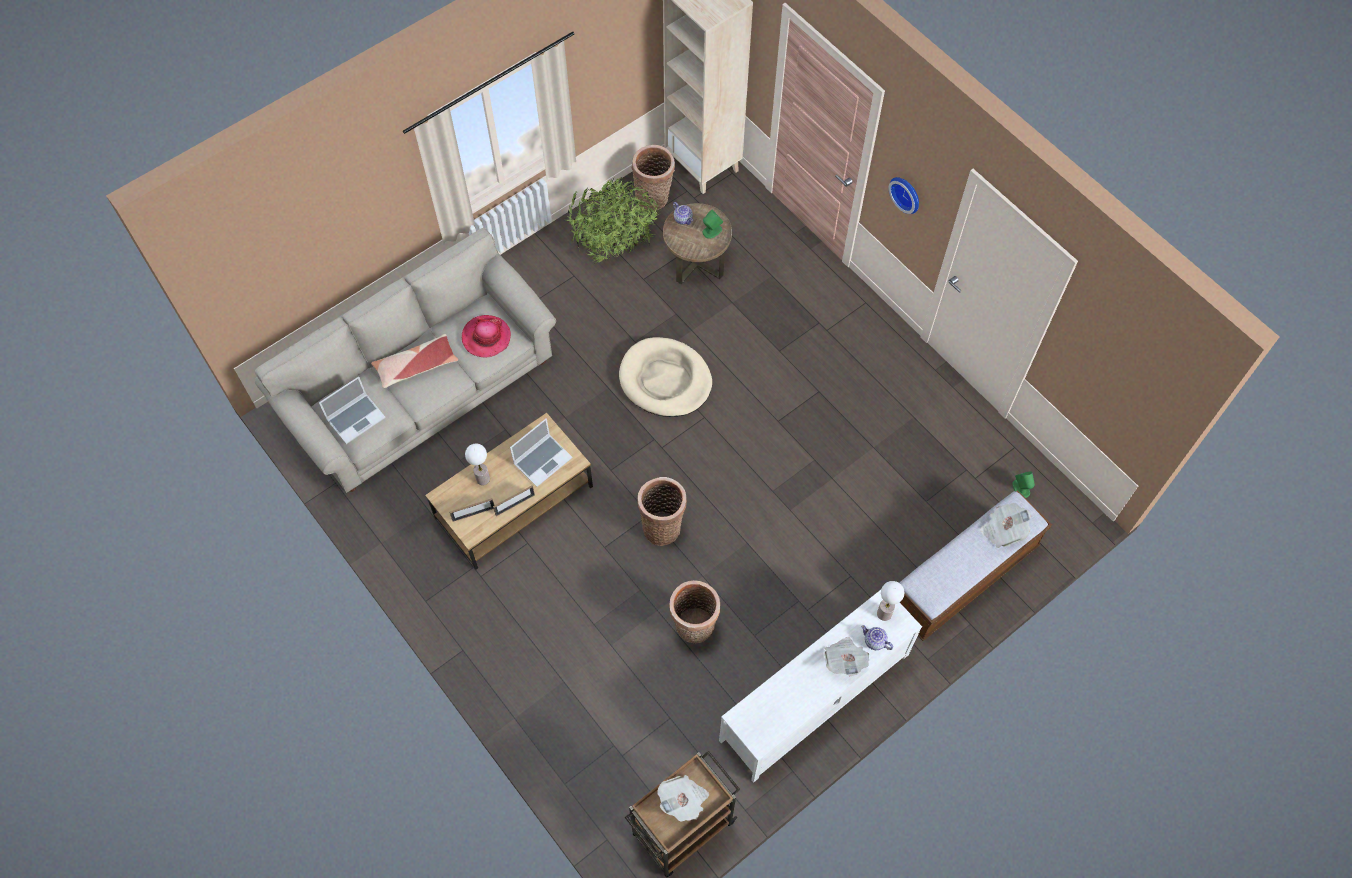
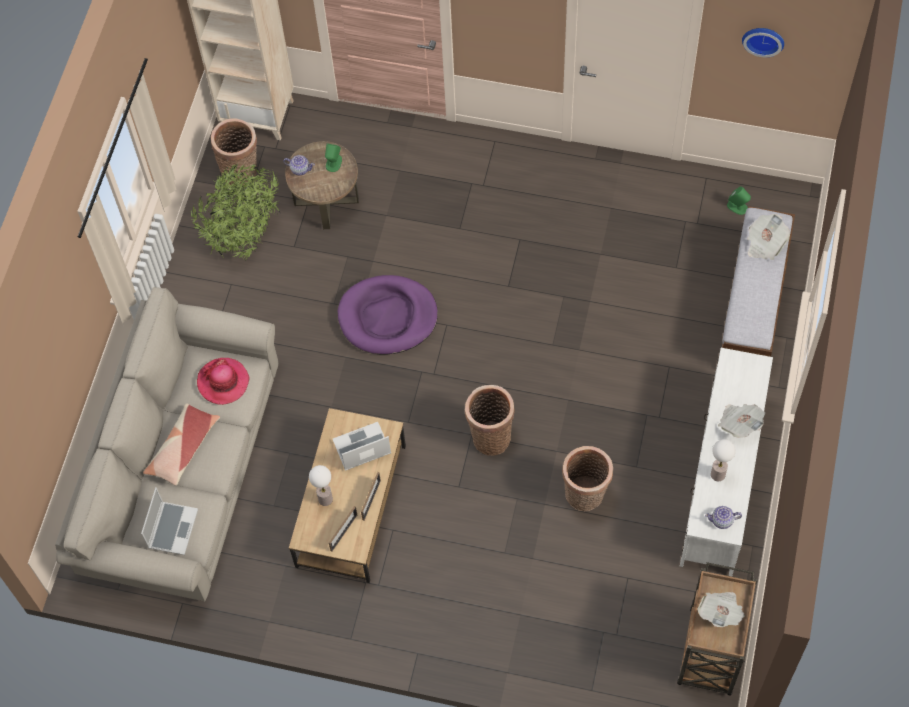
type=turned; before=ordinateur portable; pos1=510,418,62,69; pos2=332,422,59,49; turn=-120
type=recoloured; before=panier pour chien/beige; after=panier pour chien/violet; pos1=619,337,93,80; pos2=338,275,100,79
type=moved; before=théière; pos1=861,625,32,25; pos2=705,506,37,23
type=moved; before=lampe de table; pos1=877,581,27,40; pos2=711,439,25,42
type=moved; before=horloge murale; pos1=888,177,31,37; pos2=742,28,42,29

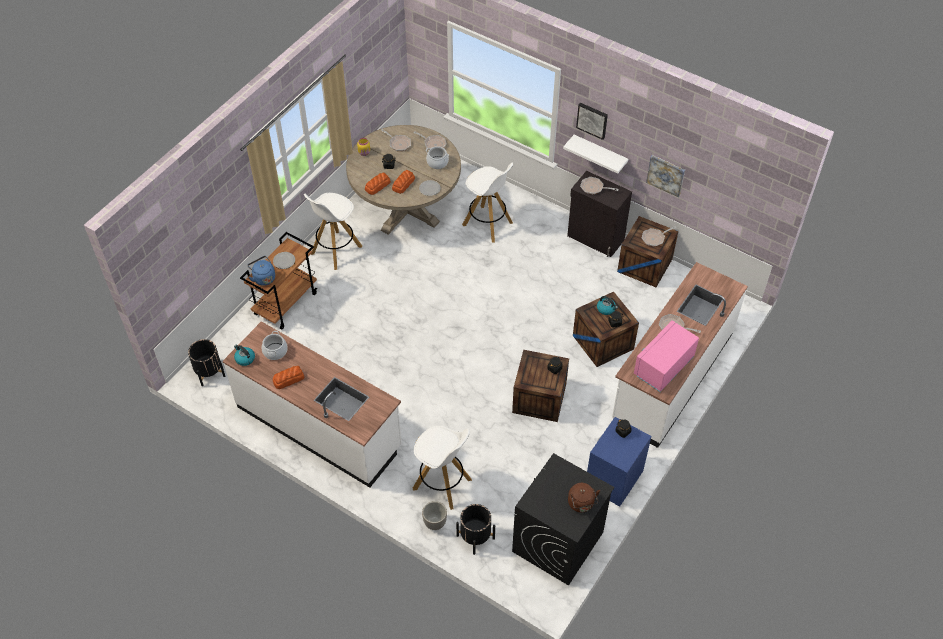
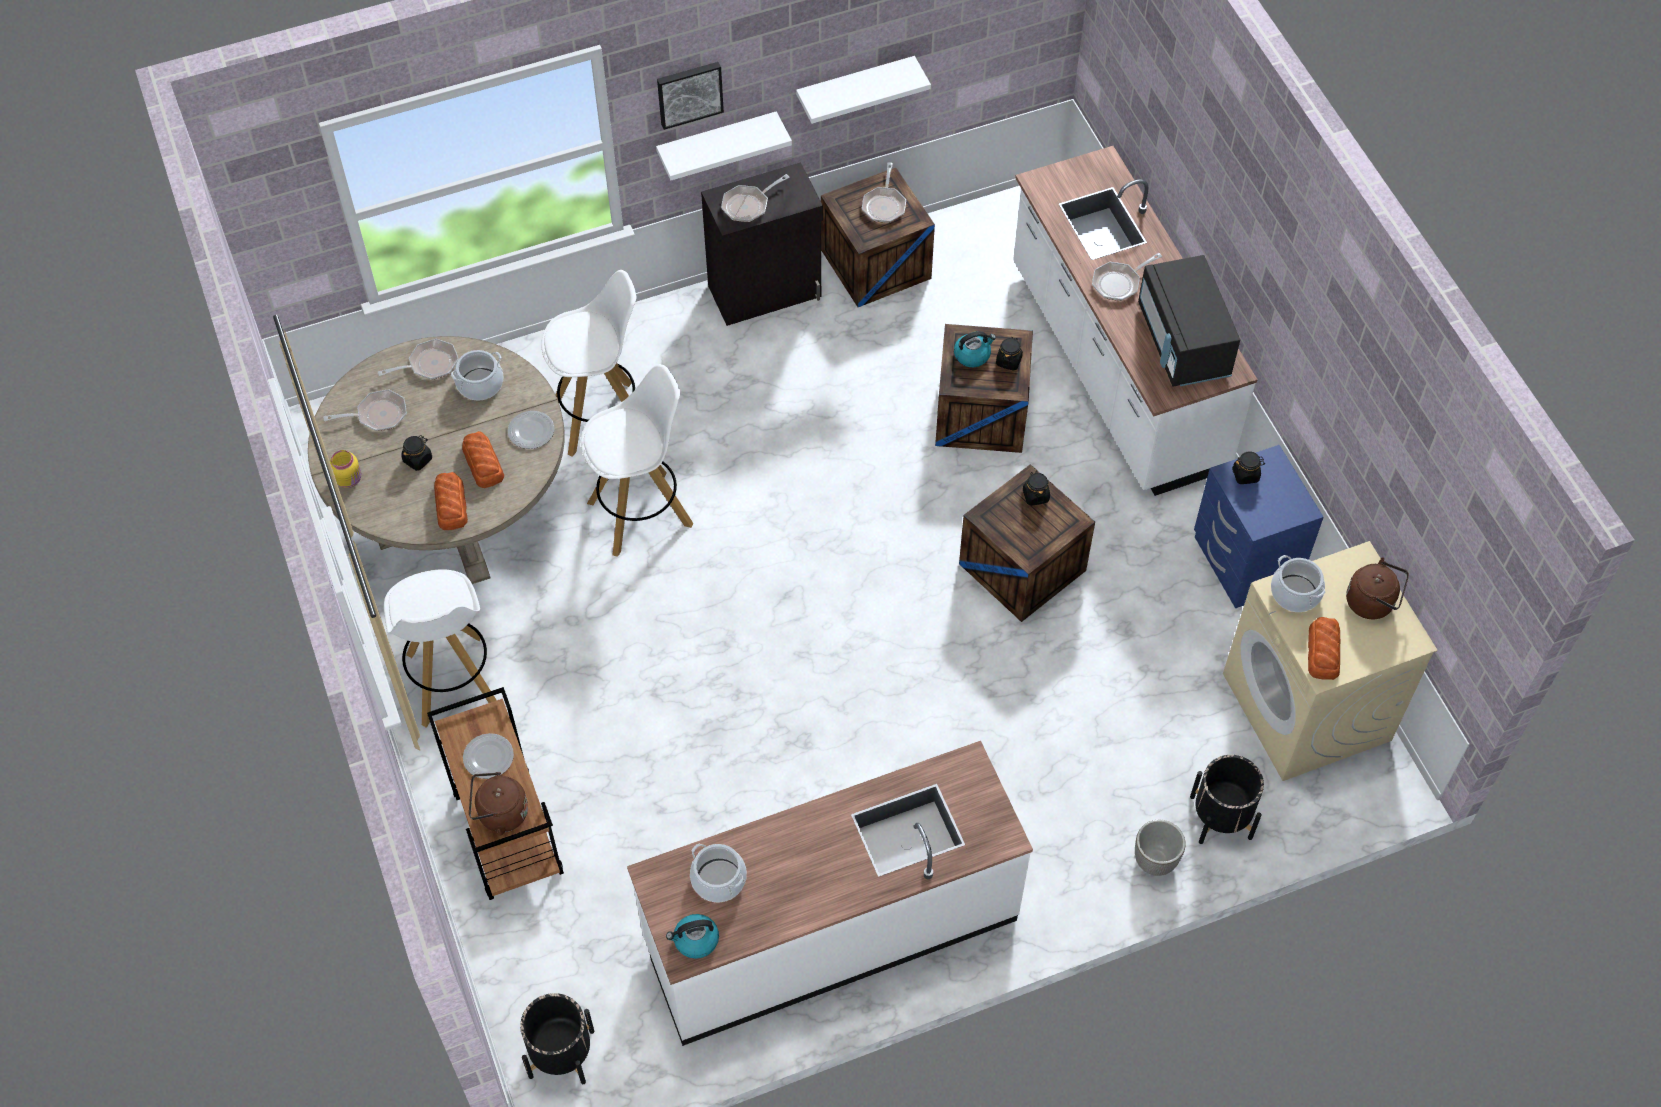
type=recoloured; before=bouilloire/bleu; after=bouilloire/marron; pos1=247,256,28,30; pos2=469,772,59,64
type=moved; before=tabouret/blanc; pos1=413,426,59,84; pos2=581,364,113,193
type=replaced; before=tableau; after=étagère/blanc; pos1=646,155,39,42; pos2=796,56,135,68
type=recoloured; before=micro-ondes/rose; after=micro-ondes/noir; pos1=634,320,65,72; pos2=1138,255,102,131
type=recoloured; before=lave-linge/noir; after=lave-linge/beige; pos1=512,453,103,133; pos2=1223,541,215,240
type=added; after=marmite; pos2=1271,555,55,57
type=moved; before=pain; pos1=273,366,32,23; pos2=1308,617,32,63

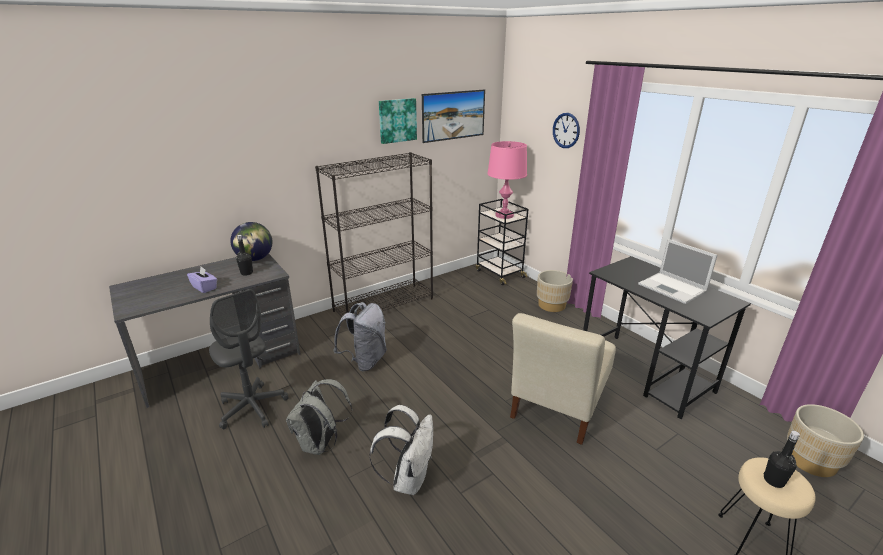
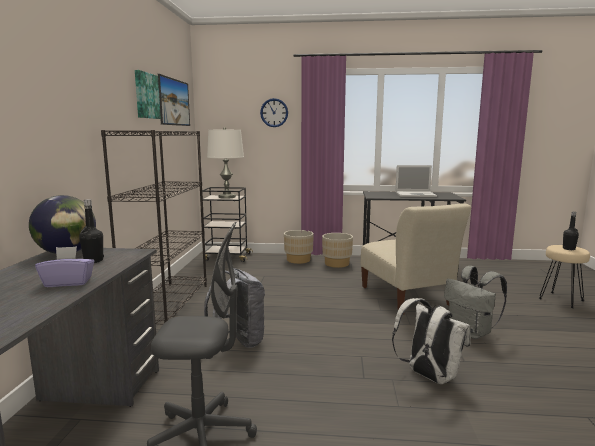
type=recoloured; before=lampe de table/rose; after=lampe de table/blanc; pos1=487,141,40,78; pos2=207,127,37,72
type=moved; before=cache-pot/beige; pos1=787,404,77,73; pos2=322,233,31,35
type=moved; before=sac à dos/gris; pos1=286,379,66,76; pos2=444,266,63,73

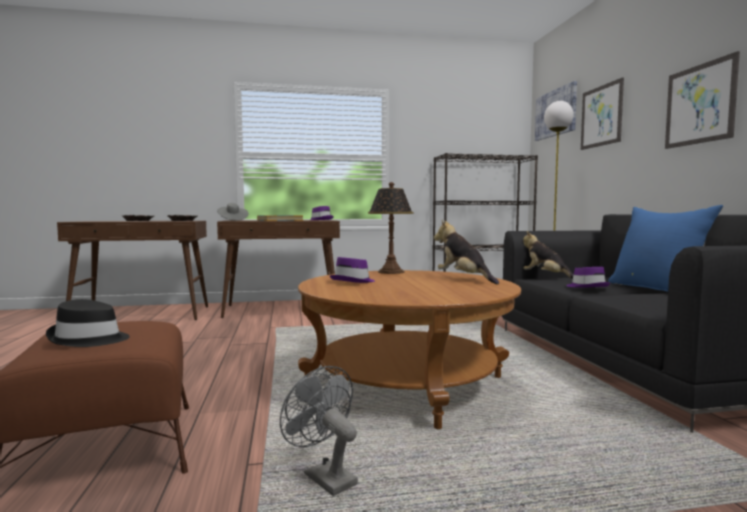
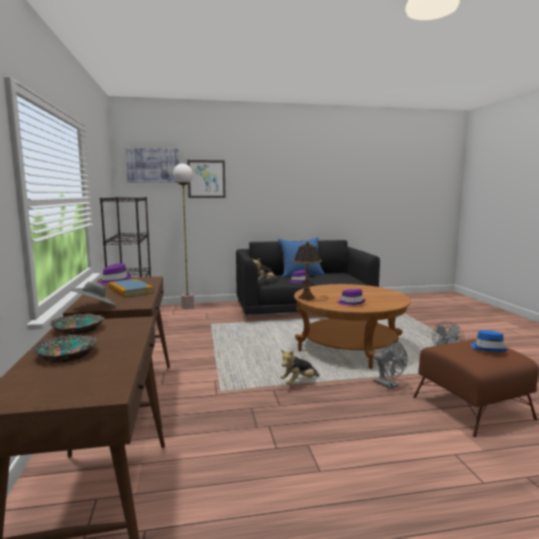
type=moved; before=peluche; pos1=434,220,65,64; pos2=280,350,40,35
type=added; after=ventilateur/gris; pos2=373,341,34,48
type=recoloured; before=chapeau/noir; after=chapeau/bleu; pos1=46,299,84,48; pos2=470,330,38,22
type=removed; before=tableau; pos1=665,51,75,98

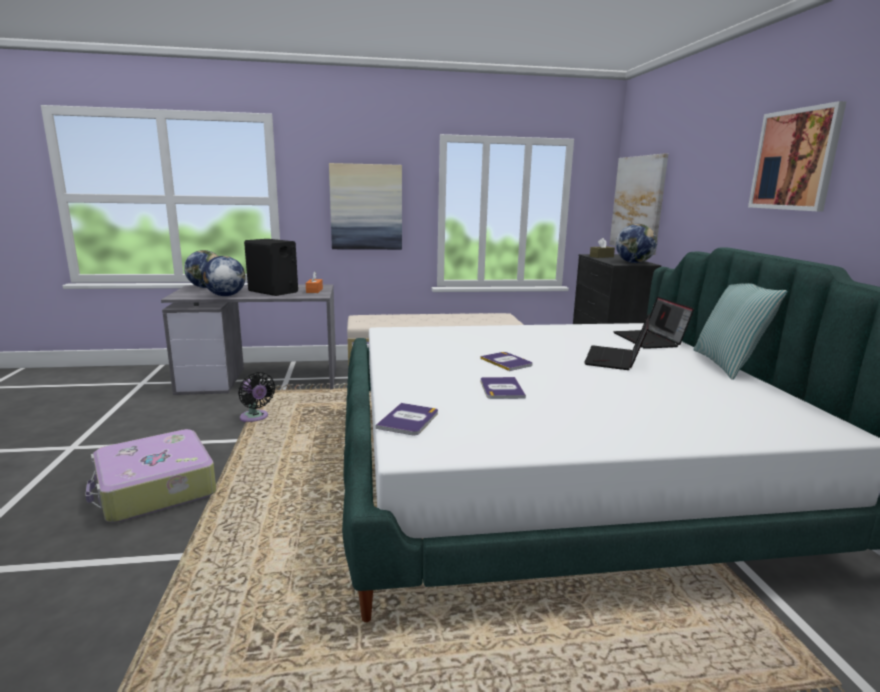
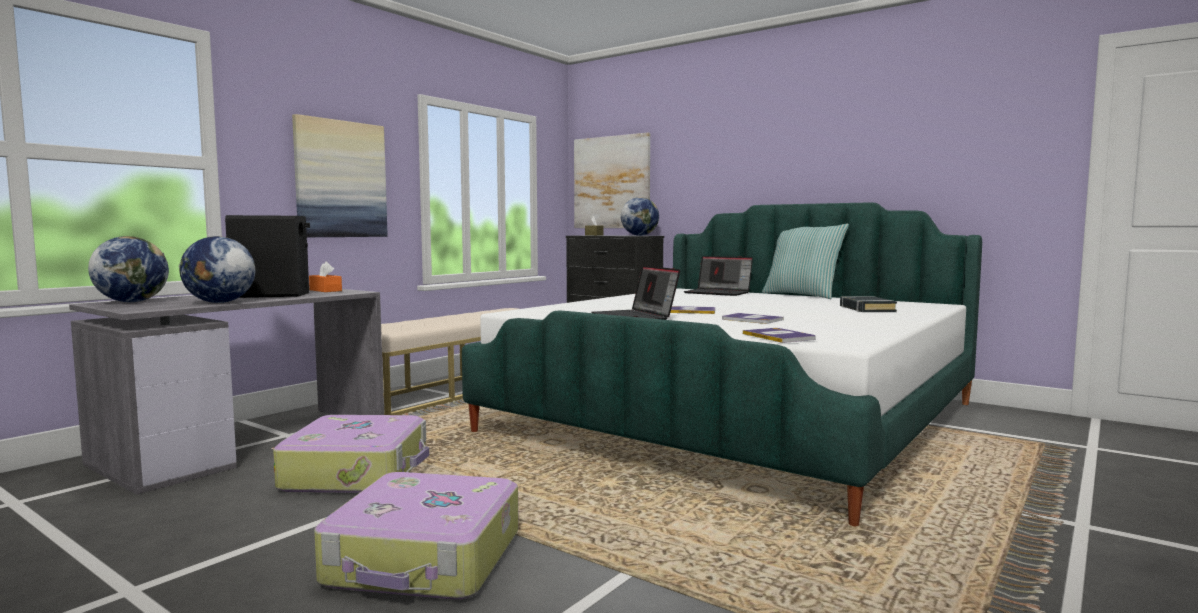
type=replaced; before=ventilateur/noir; after=valise; pos1=238,372,37,50; pos2=273,415,156,78
type=moved; before=ordinateur portable; pos1=584,313,66,57; pos2=591,266,89,54
type=added; after=livre/noir; pos2=840,296,57,16
type=removed; before=tableau; pos1=748,101,99,111

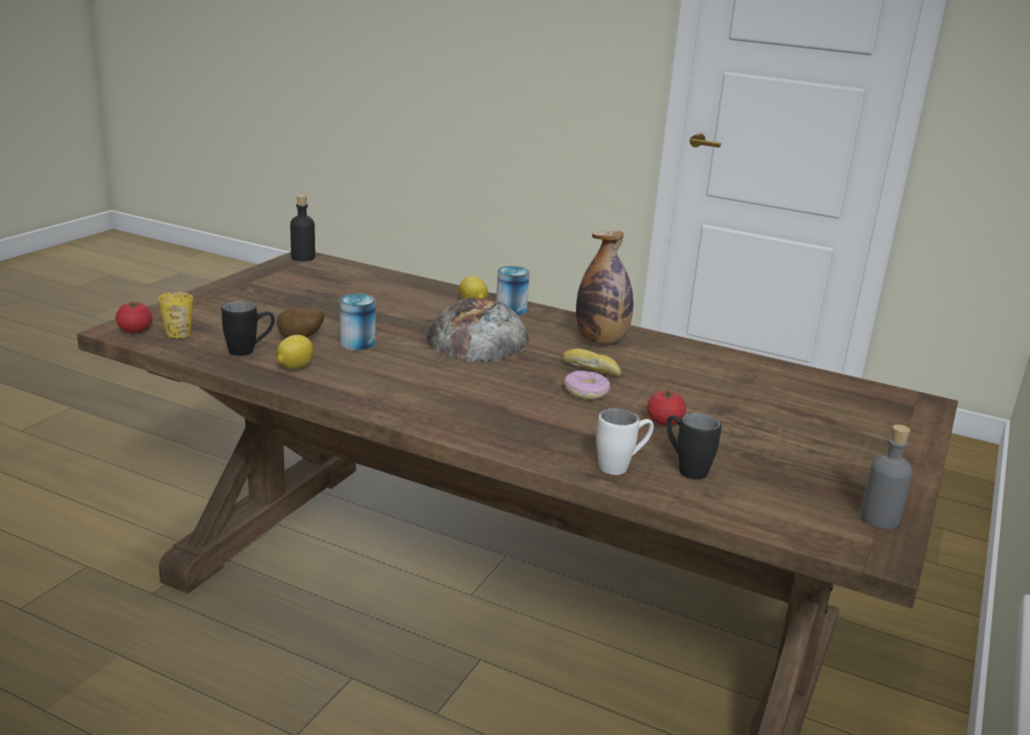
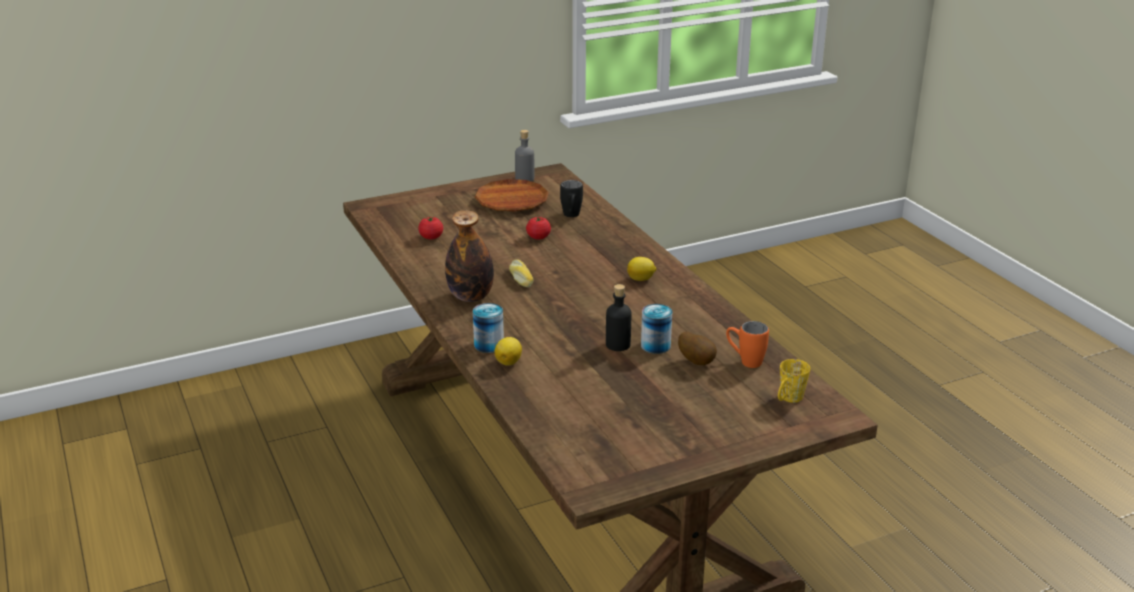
type=moved; before=tomate; pos1=116,301,37,32; pos2=418,217,25,23
type=added; after=assiette/marron; pos2=475,179,74,33
type=moved; before=bouteille/noir; pos1=290,195,25,66; pos2=606,284,25,67
type=moved; before=citron; pos1=276,335,38,34; pos2=627,257,29,24
type=recoloured; before=mug/noir; after=mug/orange; pos1=221,301,54,55; pos2=726,321,43,47
type=removed; before=pain; pos1=426,297,103,65
type=removed; before=beignet; pos1=564,371,46,28
type=removed; before=mug/blanc; pos1=596,408,58,67

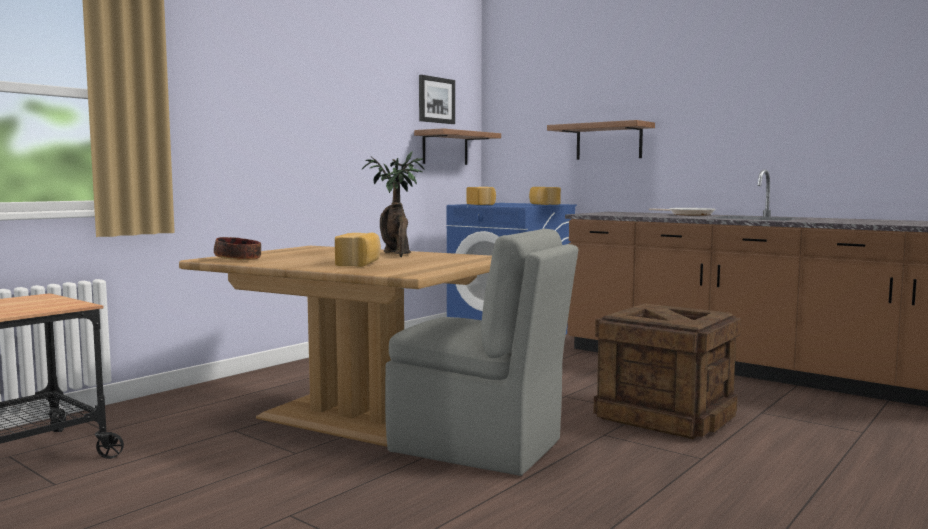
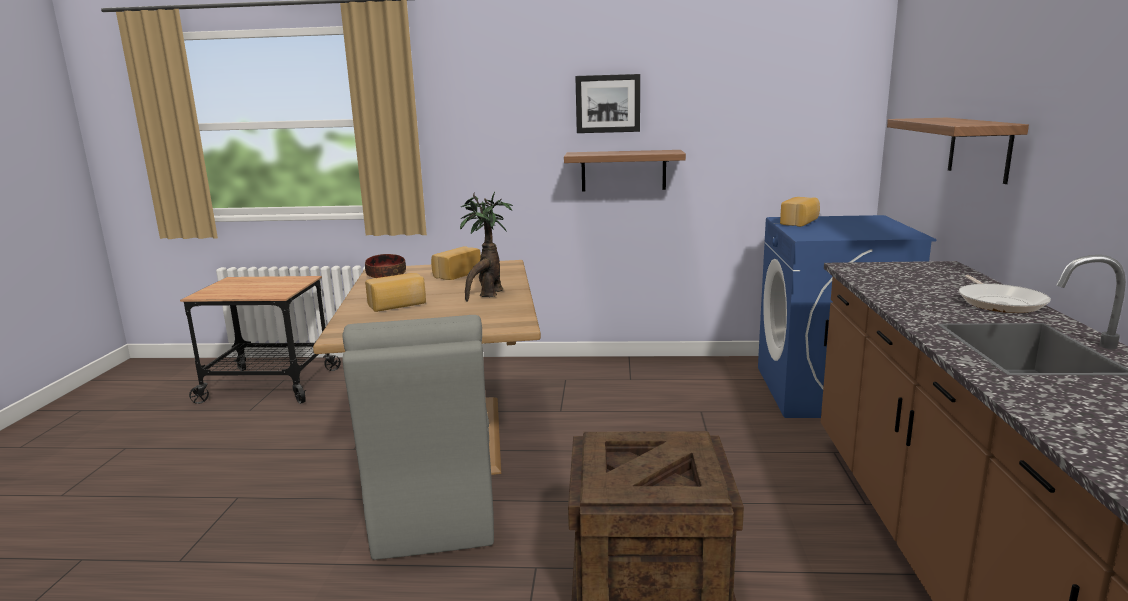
type=moved; before=pain; pos1=529,187,32,18; pos2=431,246,50,34
type=moved; before=étagère; pos1=414,128,87,37; pos2=564,150,122,41
type=moved; before=tableau; pos1=419,75,36,49; pos2=575,74,65,59

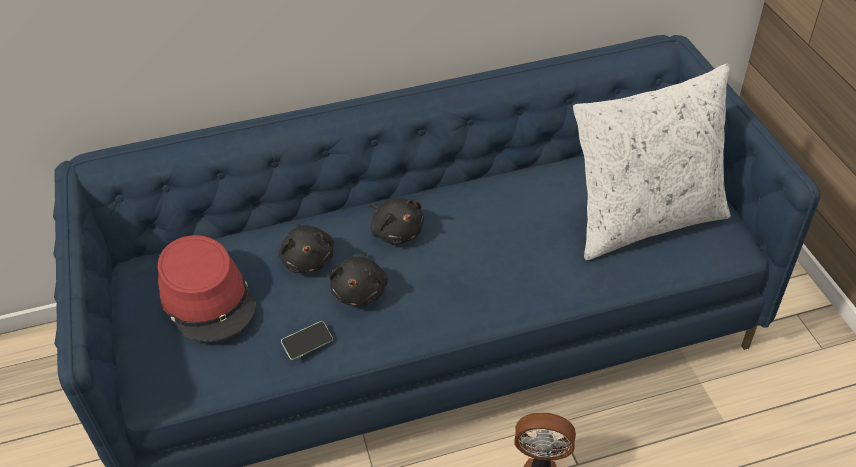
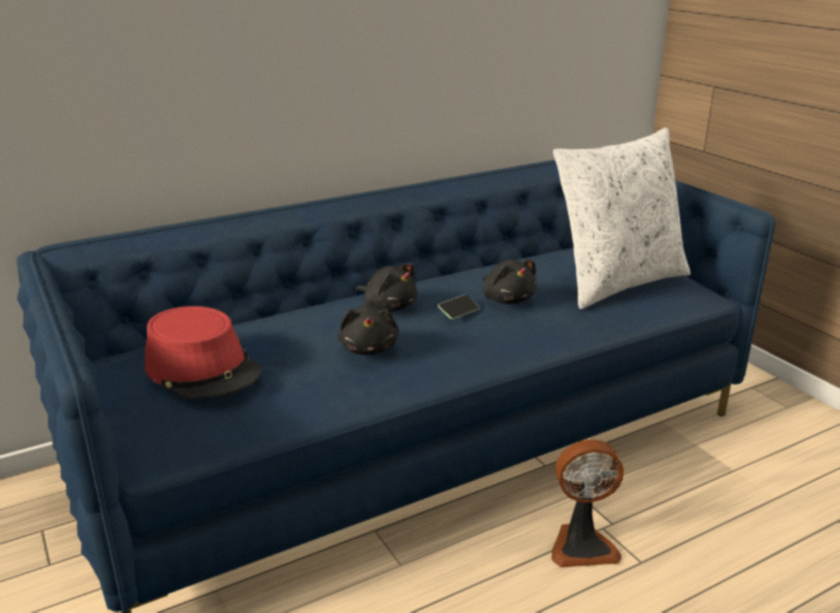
type=moved; before=téléphone; pos1=281,321,52,39; pos2=438,295,42,24
type=moved; before=peluche/noir; pos1=278,224,56,49; pos2=482,260,55,44

